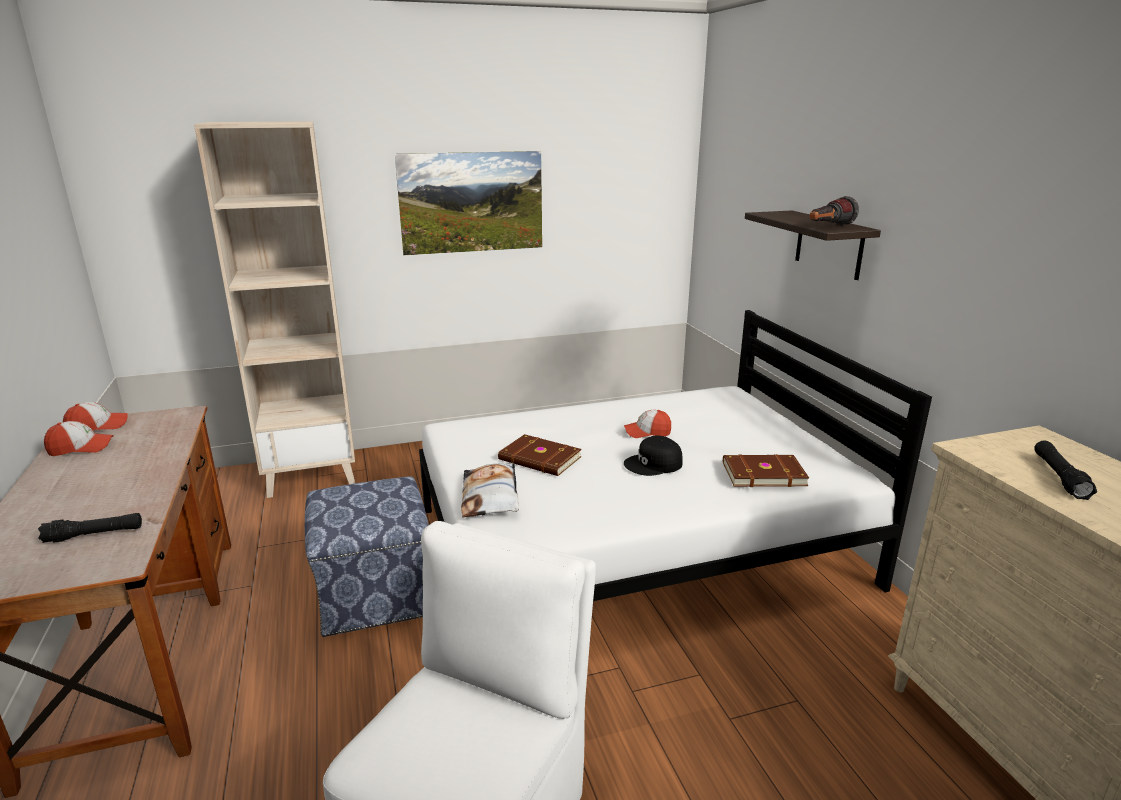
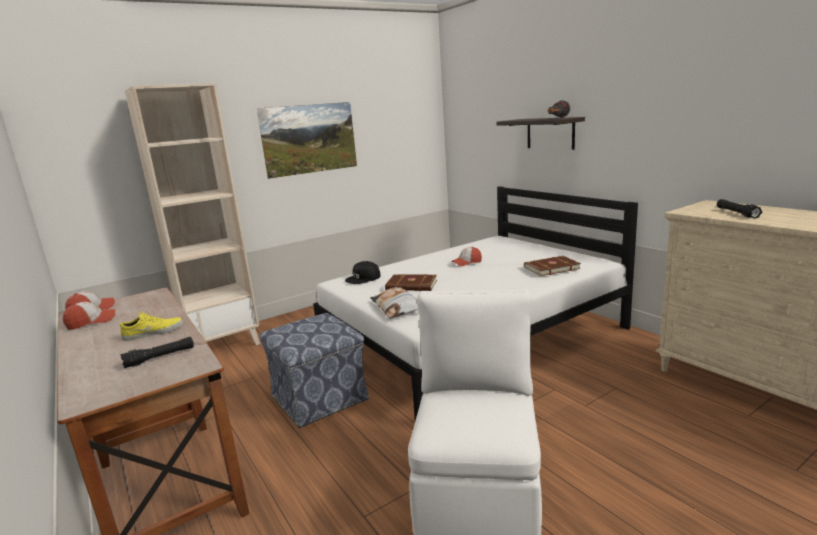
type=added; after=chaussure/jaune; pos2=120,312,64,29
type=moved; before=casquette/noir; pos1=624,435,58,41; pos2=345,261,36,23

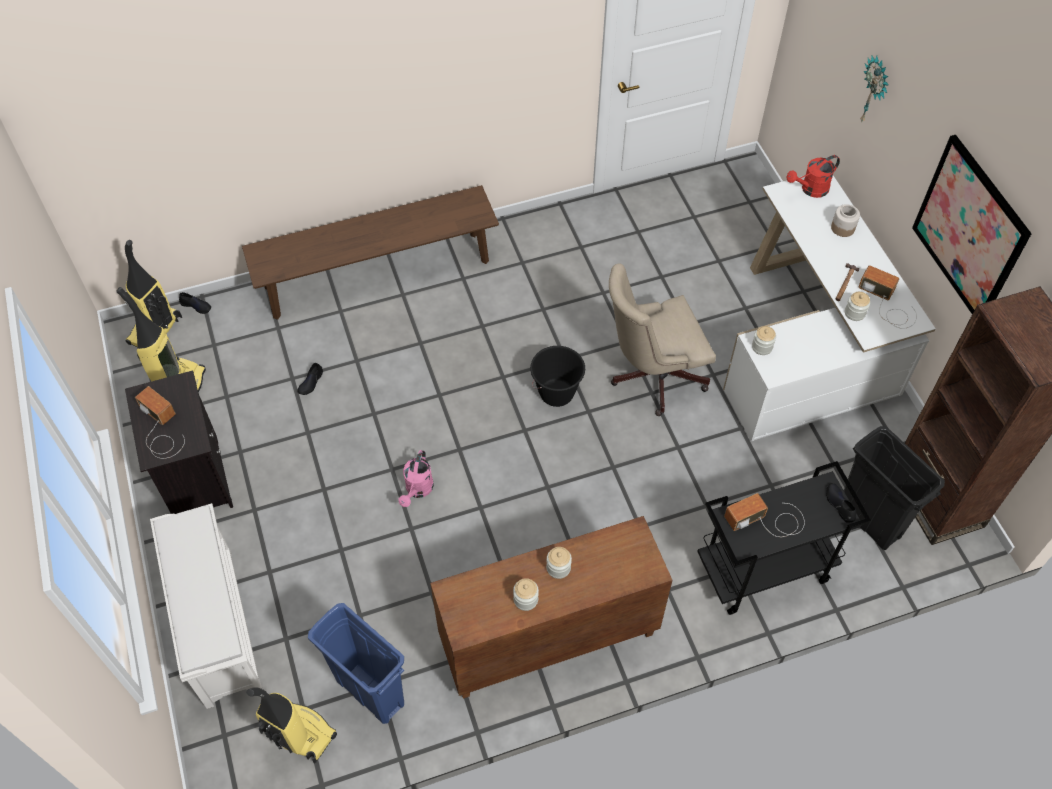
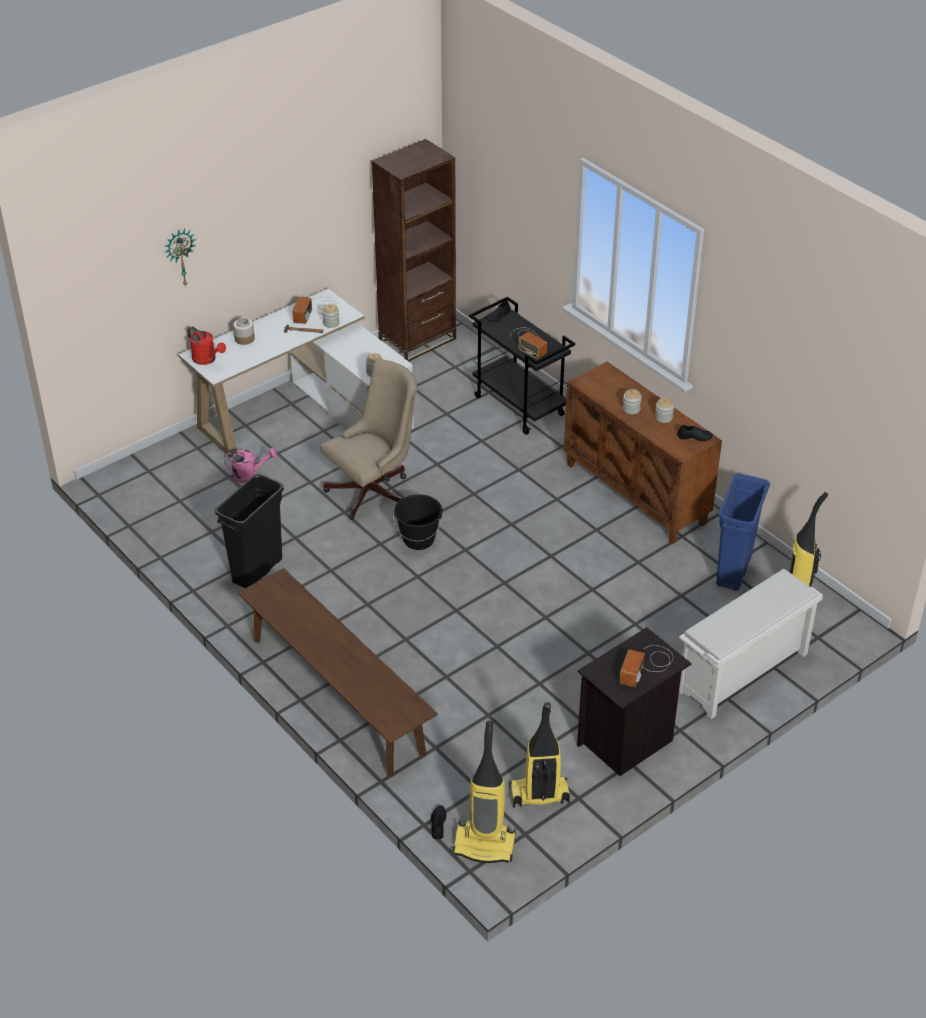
type=moved; before=poubelle/noir; pos1=844,426,101,124; pos2=215,474,69,114
type=moved; before=arrosoir/rose; pos1=398,450,36,57; pos2=224,448,53,35
type=turned; before=chaise de bureau/beige; pos1=609,263,107,153; pos2=321,359,97,161; turn=-90
type=moved; before=chaussure/noir; pos1=297,363,26,32; pos2=677,425,36,16
type=removed; before=tableau; pos1=912,135,120,179

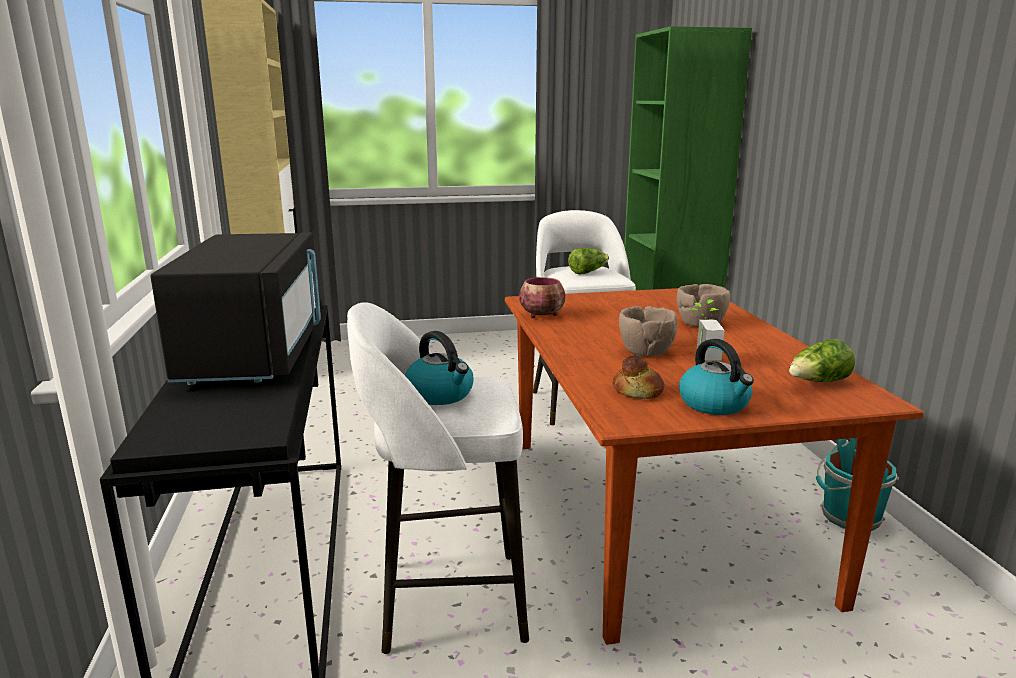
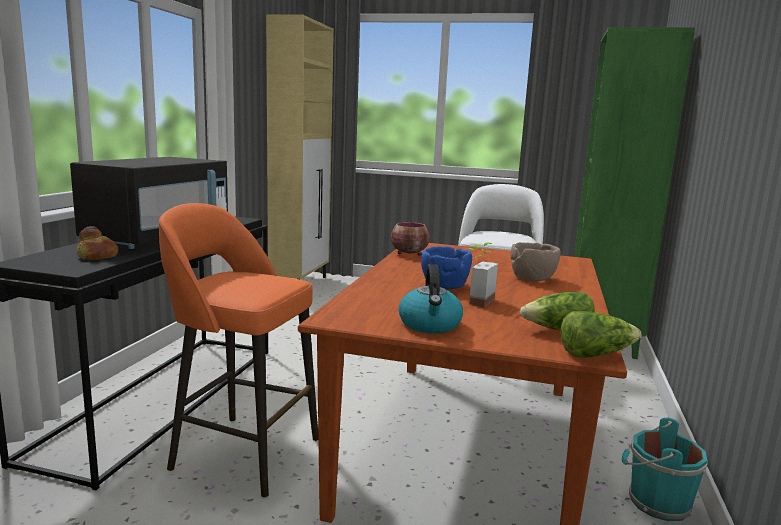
type=moved; before=pain; pos1=613,355,51,44; pos2=76,226,43,34
type=recoloured; before=tabouret/blanc; after=tabouret/orange; pos1=347,302,182,353; pos2=159,203,159,295
type=recoloured; before=bol/marron; after=bol/bleu; pos1=619,306,59,51; pos2=421,246,51,43
type=moved; before=laitue; pos1=568,248,41,26; pos2=561,311,80,47
type=removed; before=bouilloire; pos1=405,331,68,74

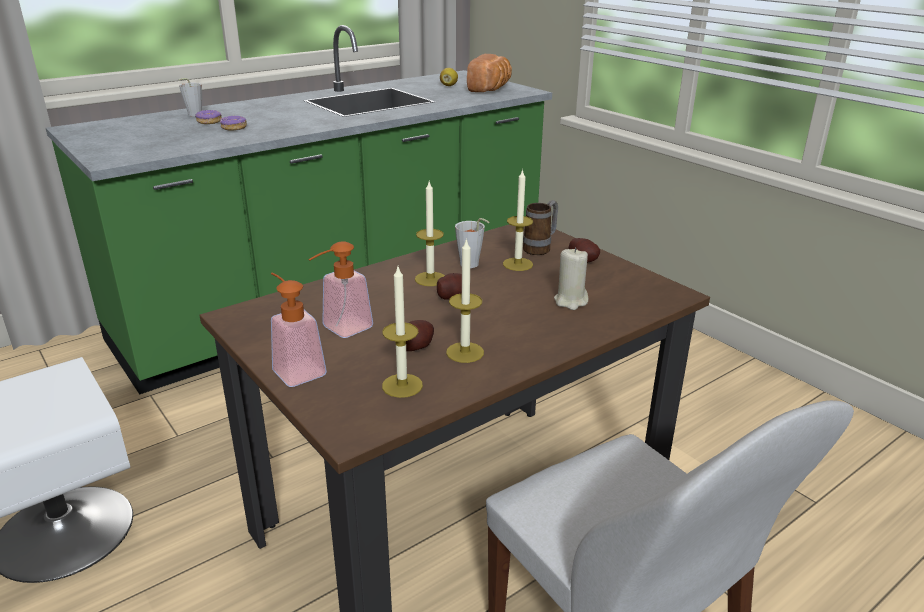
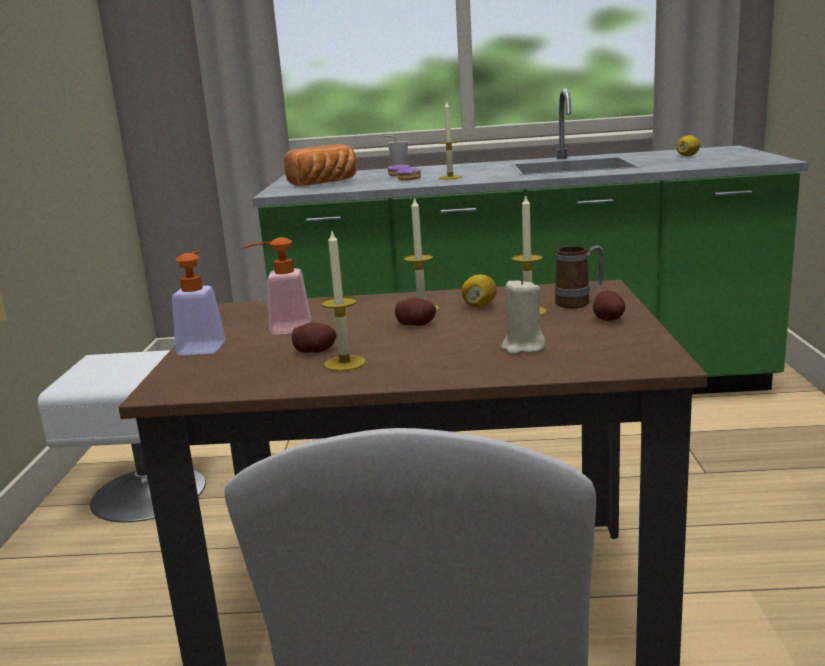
type=moved; before=pain; pos1=467,54,45,38; pos2=284,144,72,42
type=moved; before=bougie; pos1=382,267,41,131; pos2=439,102,23,77
type=replaced; before=tasse/gris; after=citron; pos1=455,218,34,50; pos2=461,275,36,33

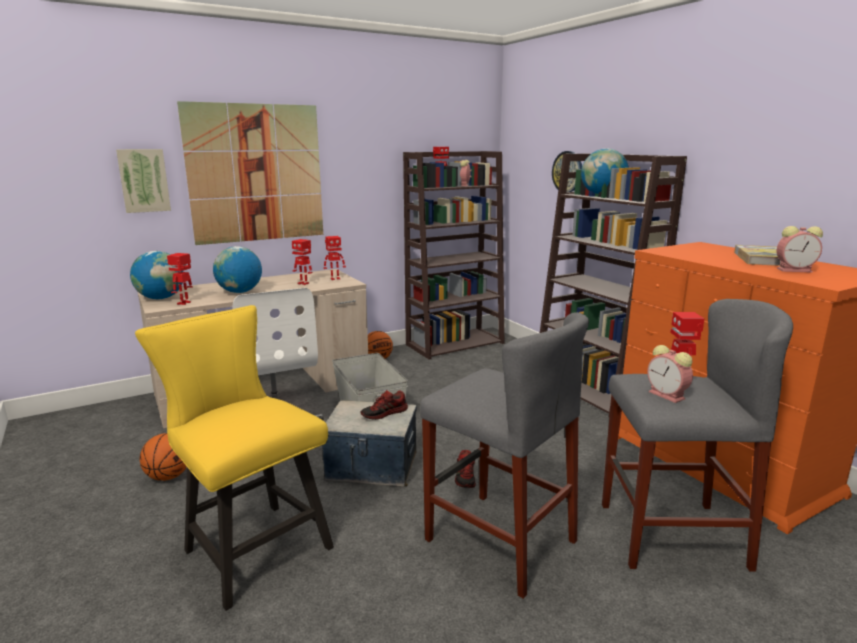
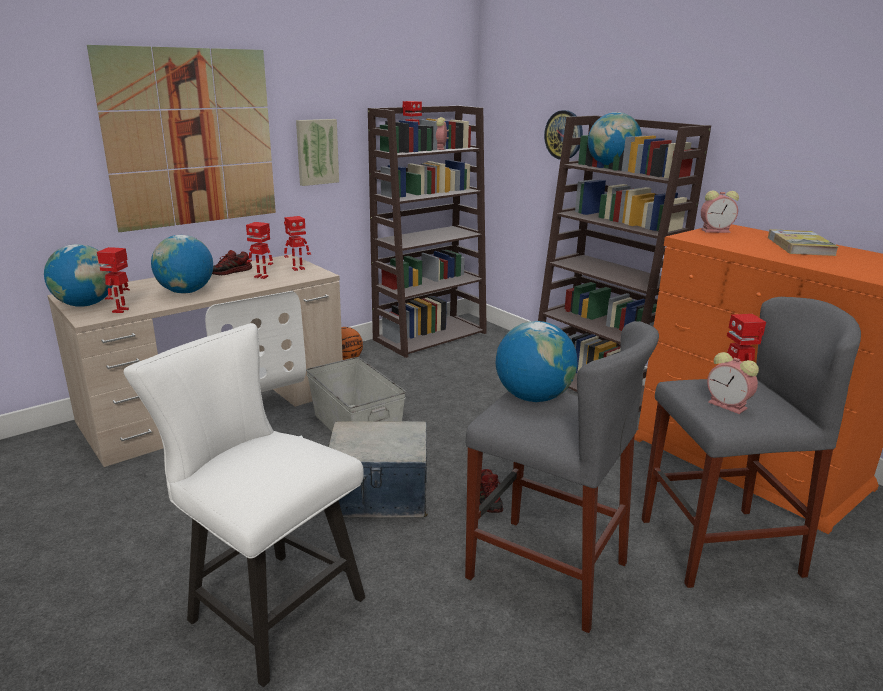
type=recoloured; before=chaise/jaune; after=chaise/blanc; pos1=135,305,199,306; pos2=124,323,242,364
type=moved; before=chaussure; pos1=360,390,48,30; pos2=212,250,40,25
type=moved; before=tableau; pos1=116,149,55,64; pos2=296,119,43,67
type=added; after=globe; pos2=496,321,81,81
type=moved; before=réveil; pos1=777,226,46,47; pos2=701,190,38,43
type=removed; before=ballon de basket; pos1=140,433,47,48

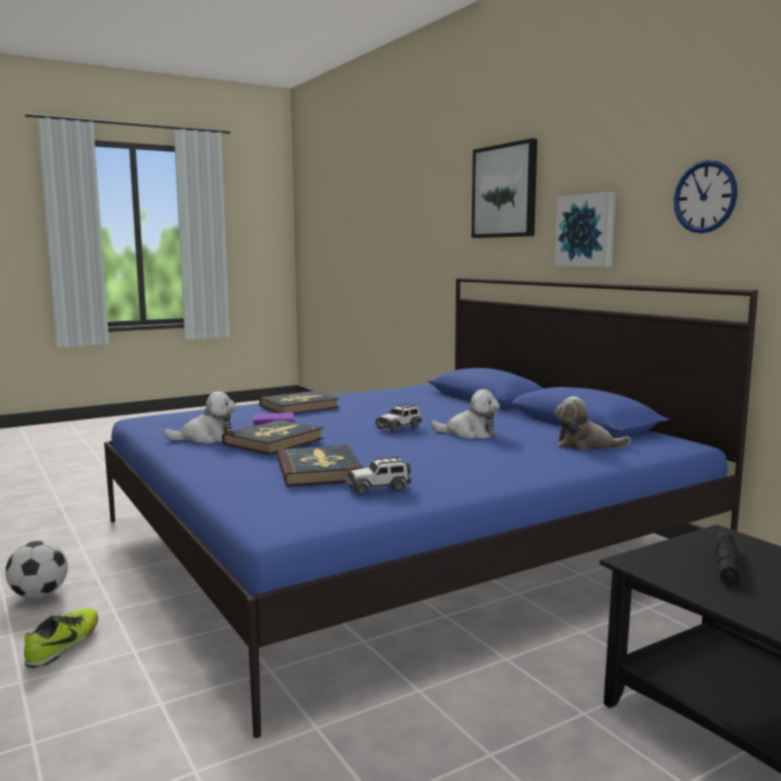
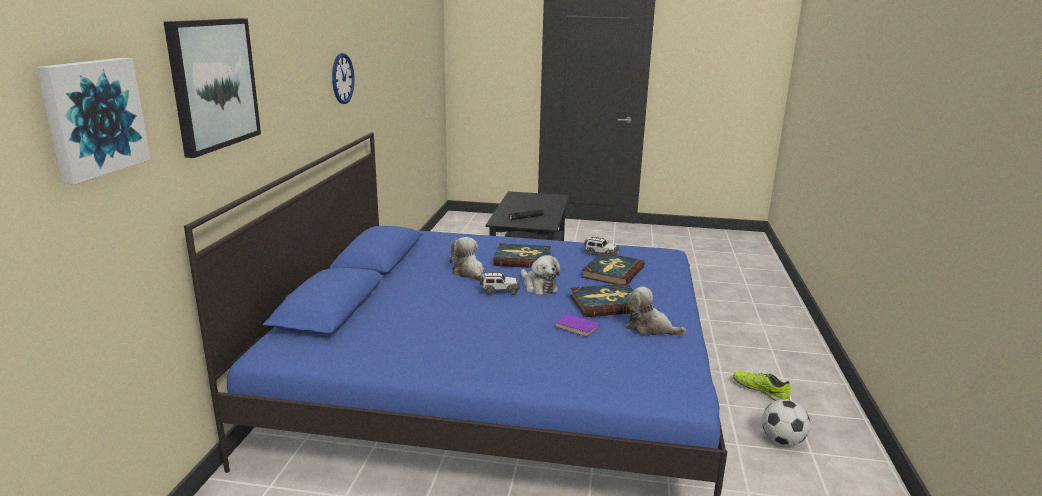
type=moved; before=tableau; pos1=555,192,61,75; pos2=36,58,115,126
type=moved; before=livre; pos1=259,391,80,23; pos2=493,243,58,25
type=moved; before=peluche; pos1=555,396,76,54; pos2=521,255,39,40
type=turned; before=chaussure; pos1=24,608,74,60; pos2=733,372,58,29; turn=75

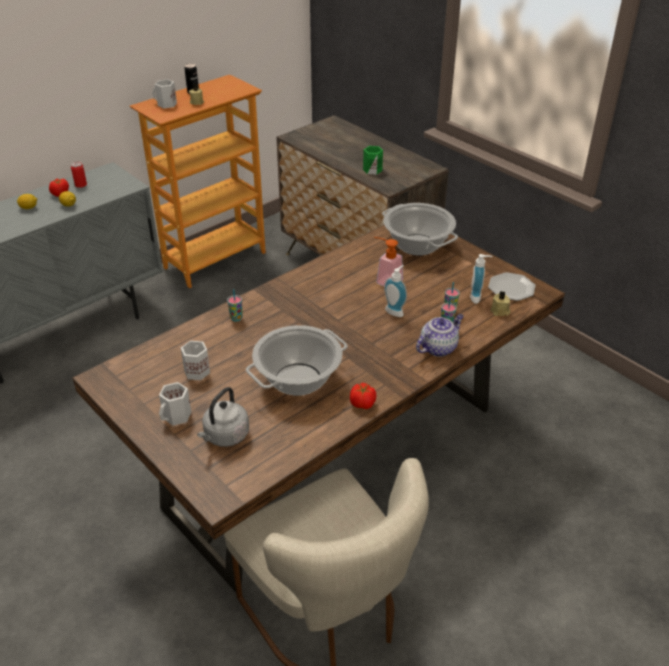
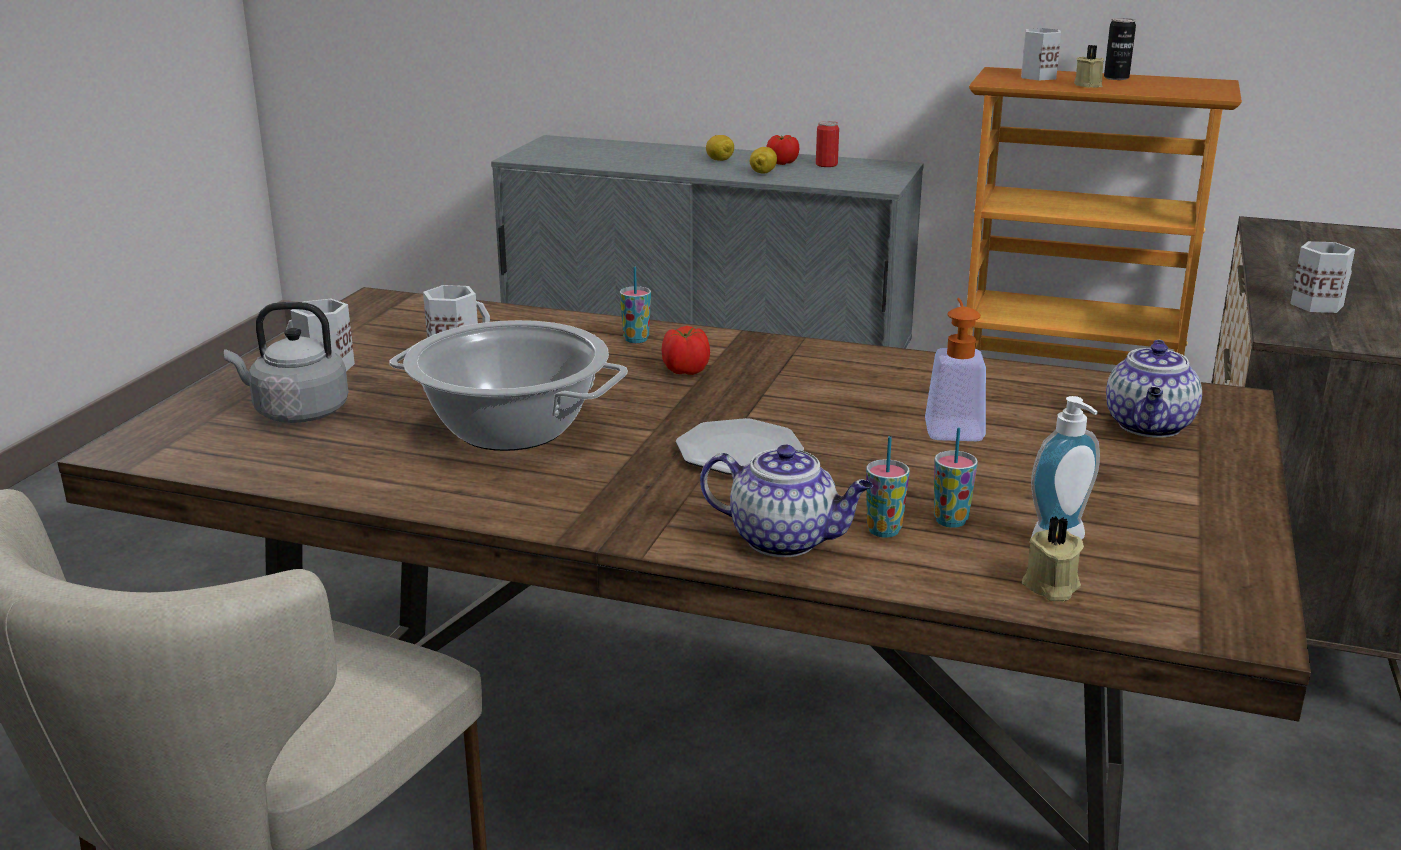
type=moved; before=tomate; pos1=350,383,27,26; pos2=662,326,48,49
type=moved; before=assiette; pos1=488,272,48,29; pos2=676,418,128,57
type=replaced; before=marmite; after=théière; pos1=382,203,76,53; pos2=1106,340,96,98
type=recoloured; before=mug/vert; after=mug/blanc; pos1=363,146,20,29; pos2=1290,241,65,72
type=removed; before=distributeur de savon; pos1=384,265,23,52

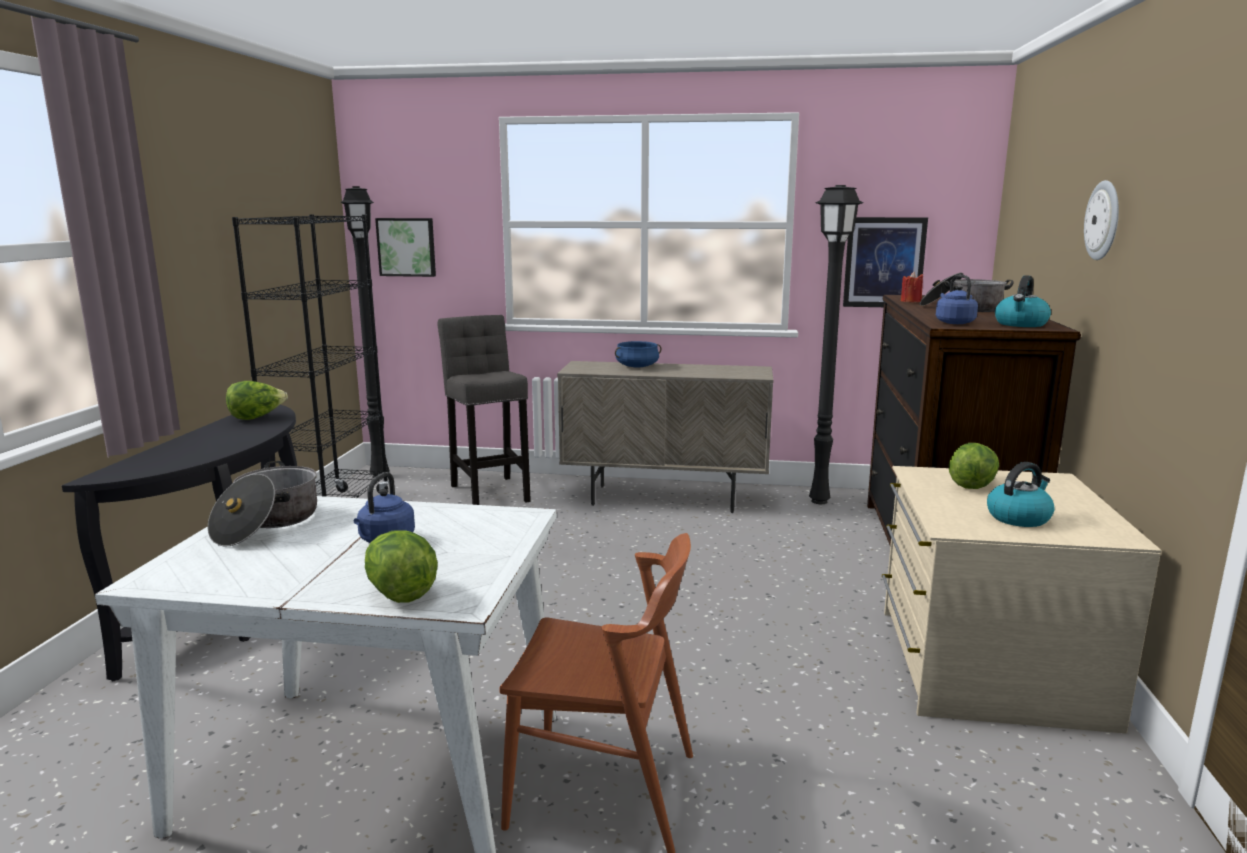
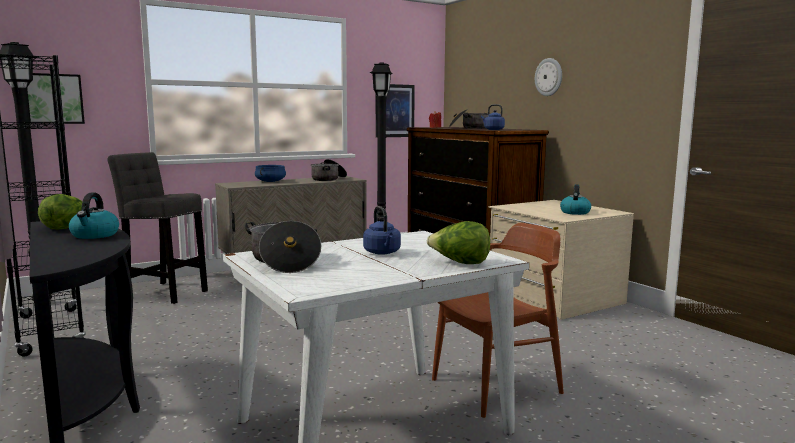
type=moved; before=bouilloire; pos1=995,275,56,52; pos2=69,193,50,46
type=added; after=marmite; pos2=311,159,36,22
type=removed; before=laitue; pos1=949,443,50,46

